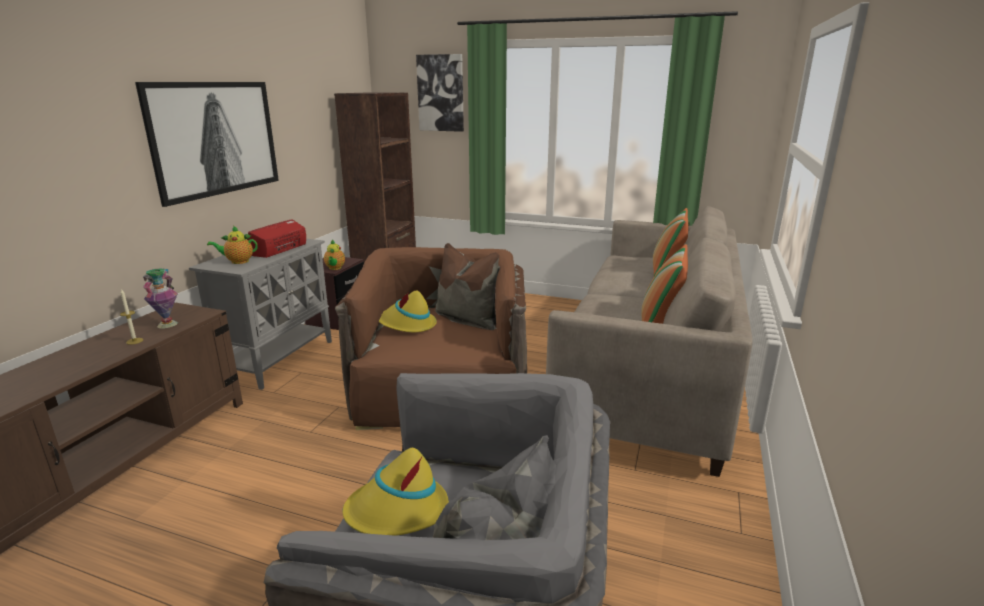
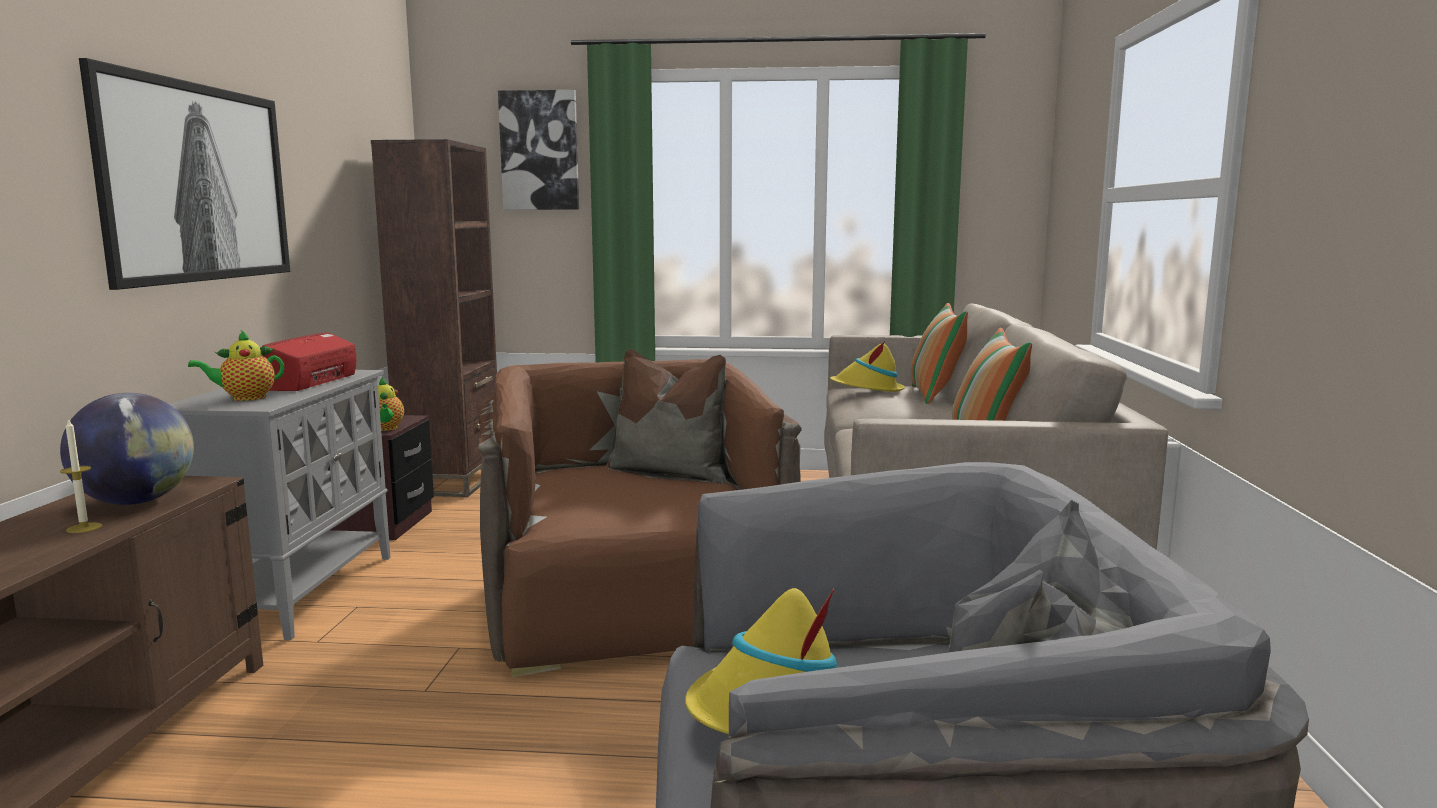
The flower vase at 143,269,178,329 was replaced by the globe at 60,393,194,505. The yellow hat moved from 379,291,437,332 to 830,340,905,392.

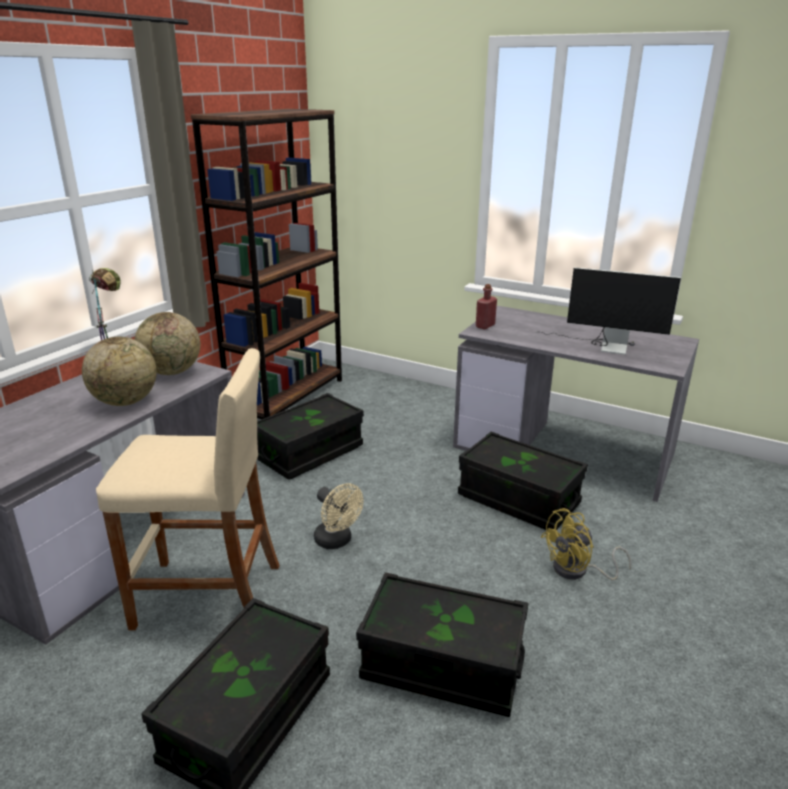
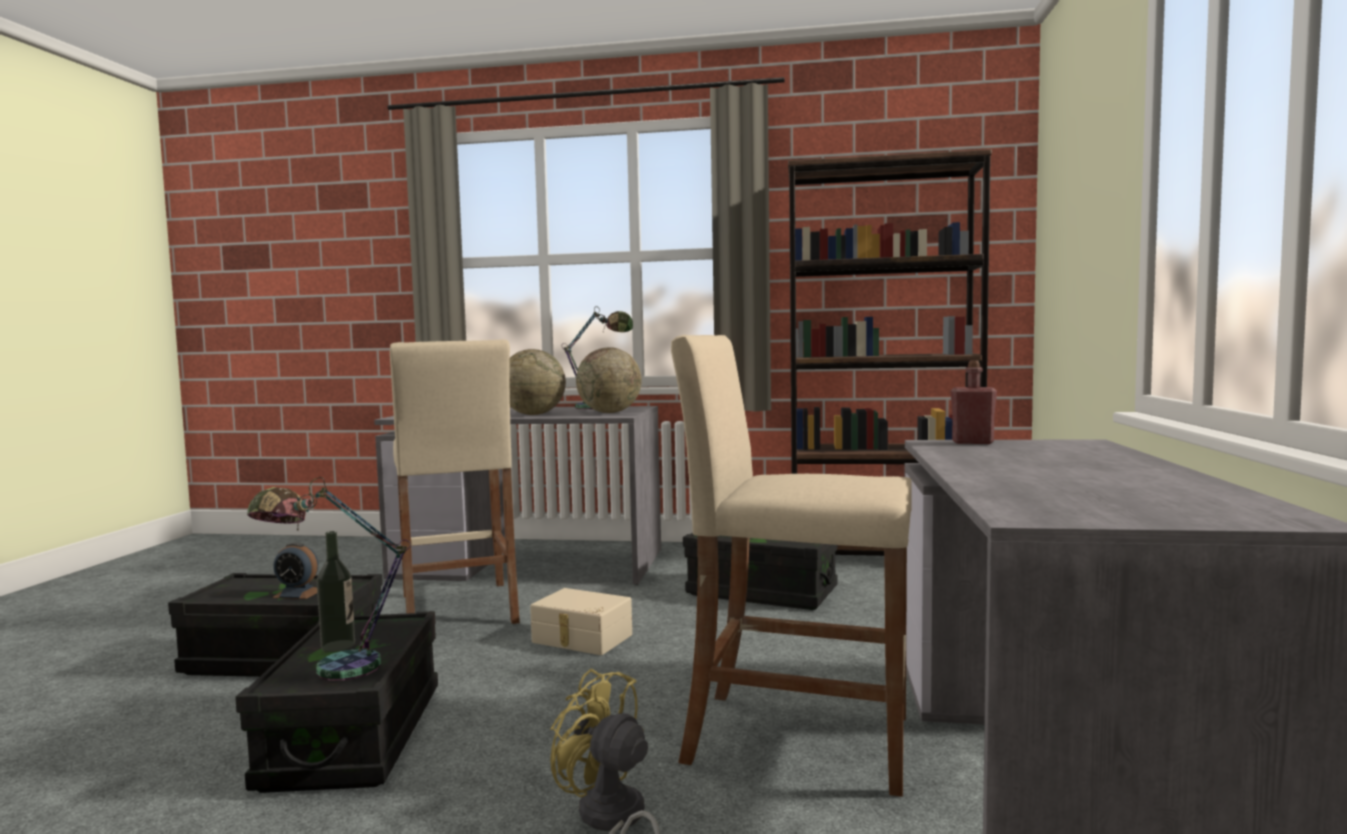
The lamp for a table at 247,477,411,681 appeared. The alarm clock at 272,542,318,599 appeared. The beverage bottle at 317,531,355,652 appeared. The beige fan at 314,483,364,549 was replaced by the beige storage container at 530,588,632,655. The black-coloured storage container at 458,432,588,530 was replaced by the beige stool seat at 671,335,912,797. The computer screen at 534,267,681,355 disappeared.

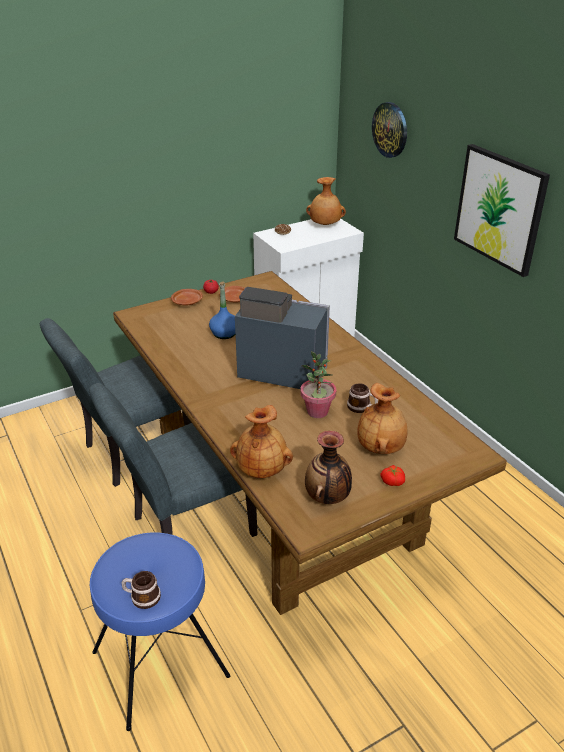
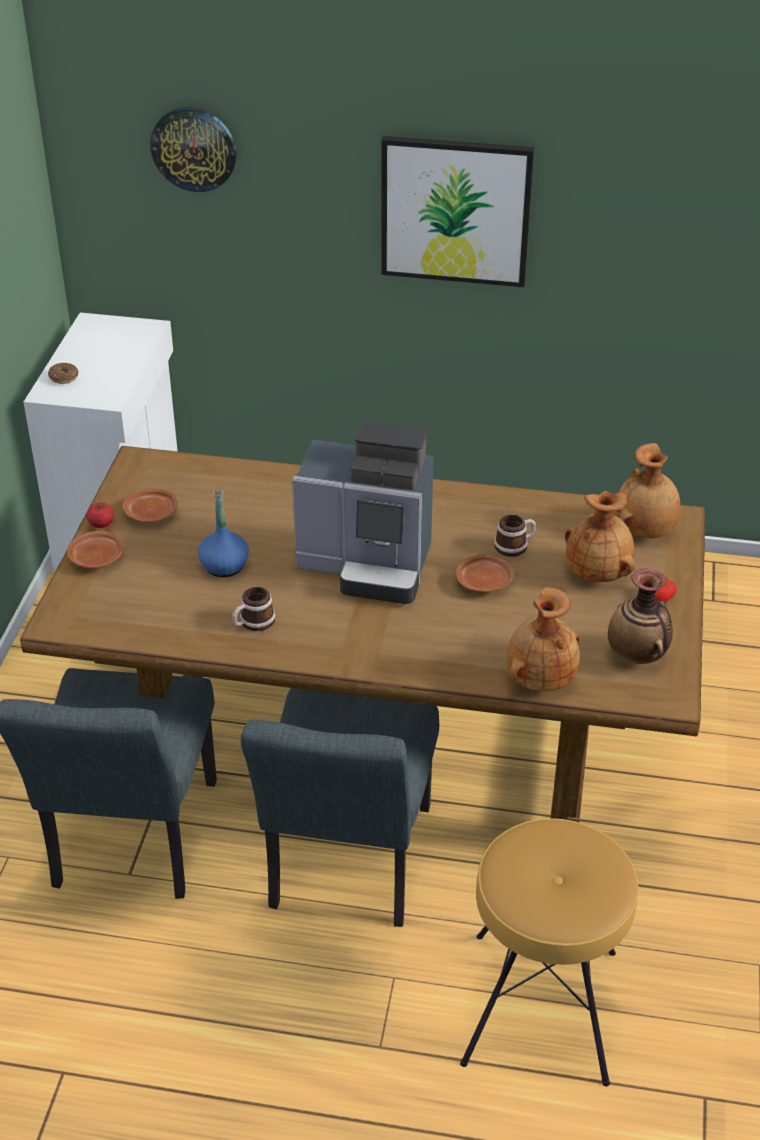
The tea mug moved from 122,571,161,609 to 232,587,275,631. The coffee machine at 235,287,330,389 turned 135 degrees counterclockwise. The houseplant at 300,351,336,418 was replaced by the brownish flat dish at 456,554,514,593. The blue-coloured stool seat at 90,532,230,731 became the brownish stool seat at 460,818,639,1087. The brownish flower vase moved from 306,177,346,225 to 615,443,680,538.

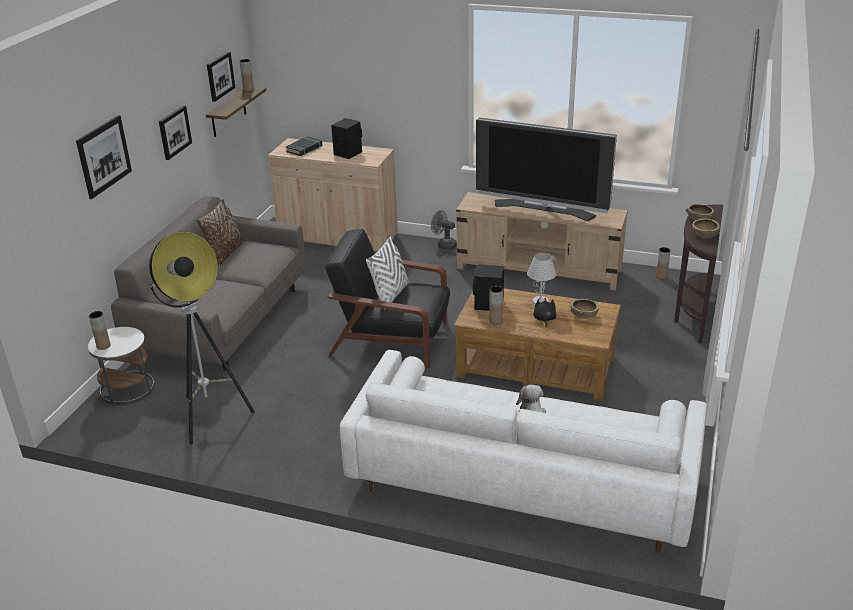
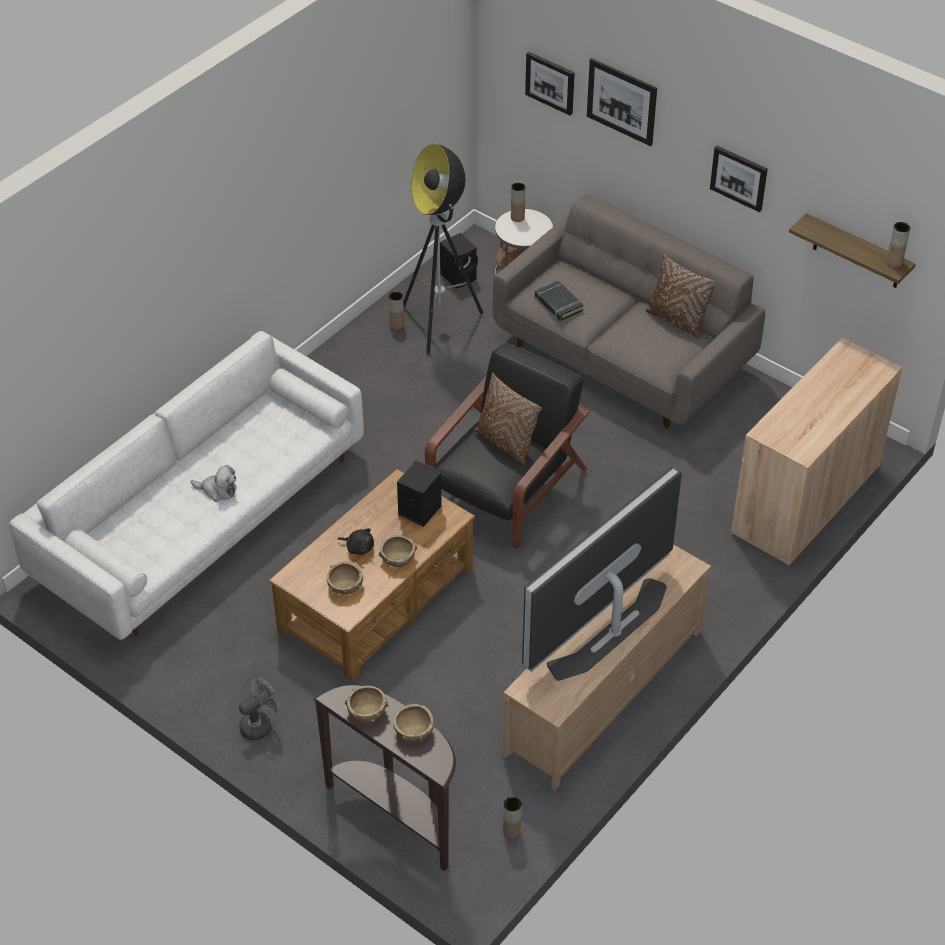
The gray fan moved from 431,210,457,250 to 239,678,280,741. The white-coloured lamp for a table at 527,253,557,305 was replaced by the brownish bowl at 379,535,417,567. The brownish flower vase moved from 489,286,503,324 to 389,291,404,330. The black-coloured speaker moved from 331,118,362,159 to 440,233,478,289. The white-coloured pillow at 366,236,409,310 became the brownish pillow at 474,373,542,464. The picture moved from 207,52,235,102 to 525,52,575,115. The black-coloured volume moved from 286,136,322,156 to 535,280,584,321.

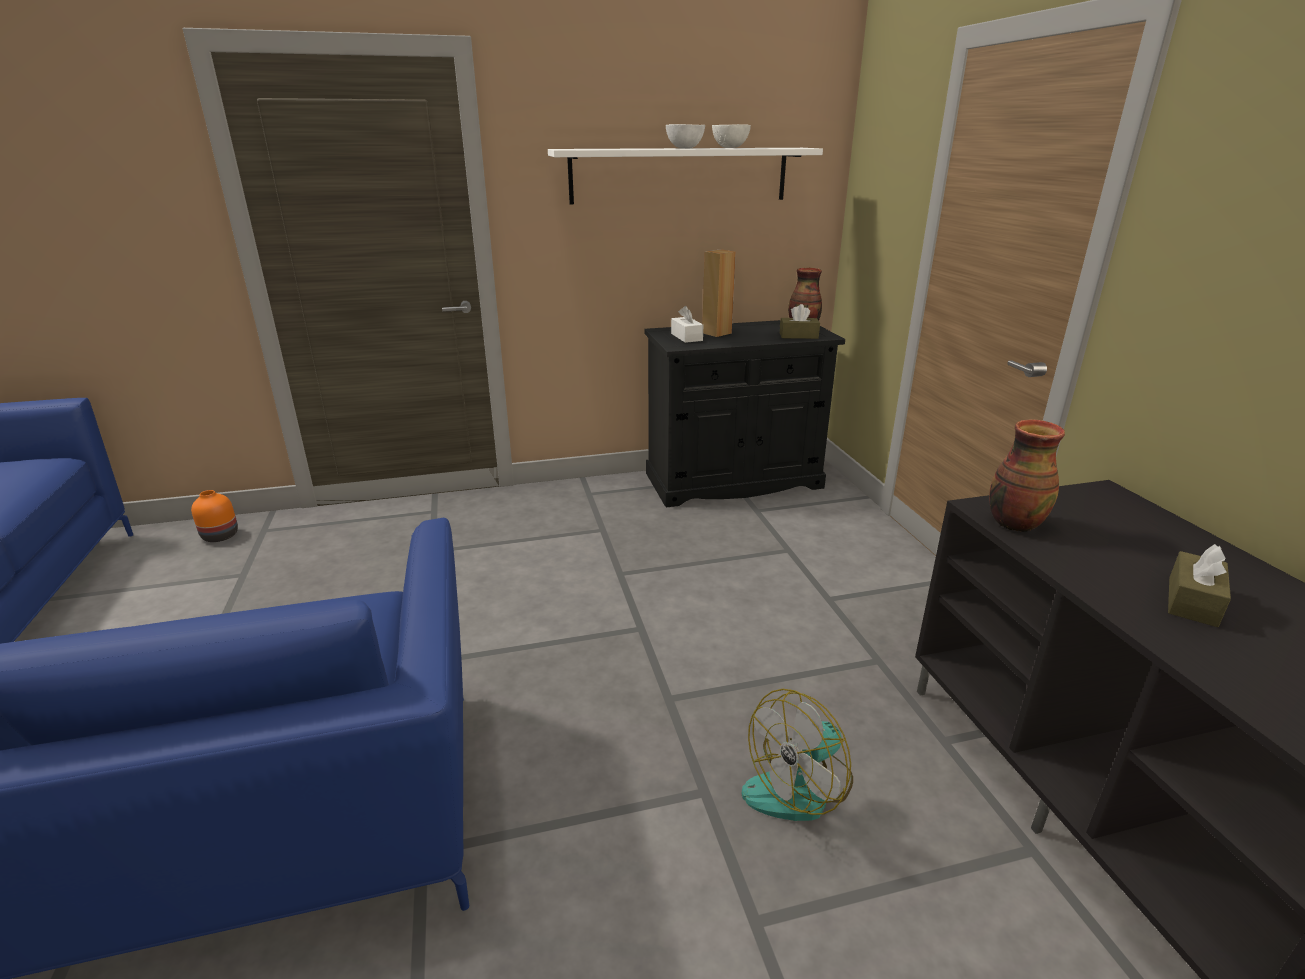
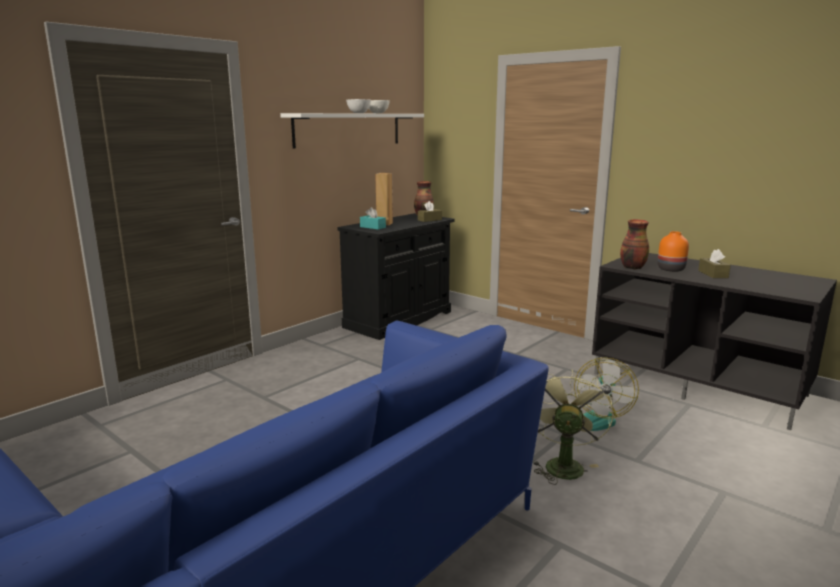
The white-coloured box of tissues at 671,306,703,343 became the blue-green box of tissues at 360,207,386,230. The greenish fan at 532,369,614,485 appeared. The orange-coloured flower vase moved from 191,490,238,542 to 658,231,689,272.

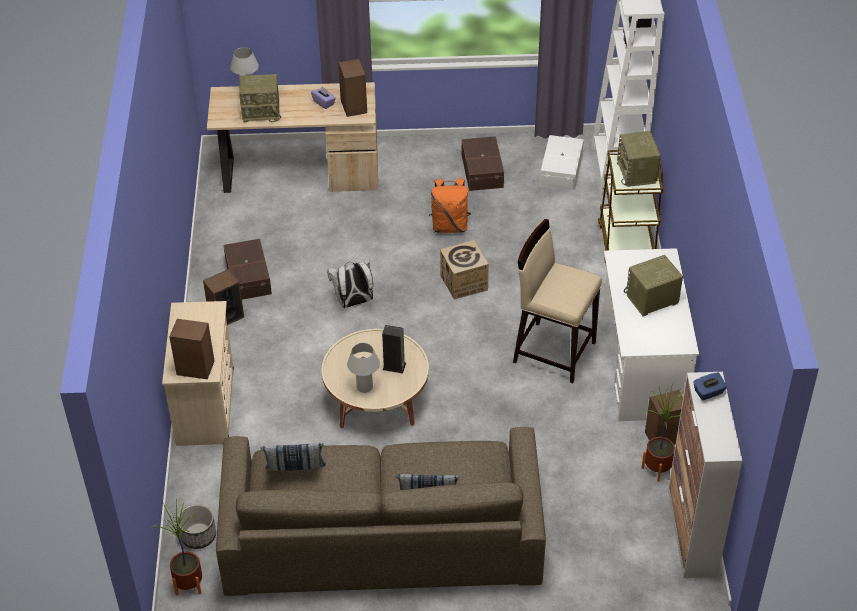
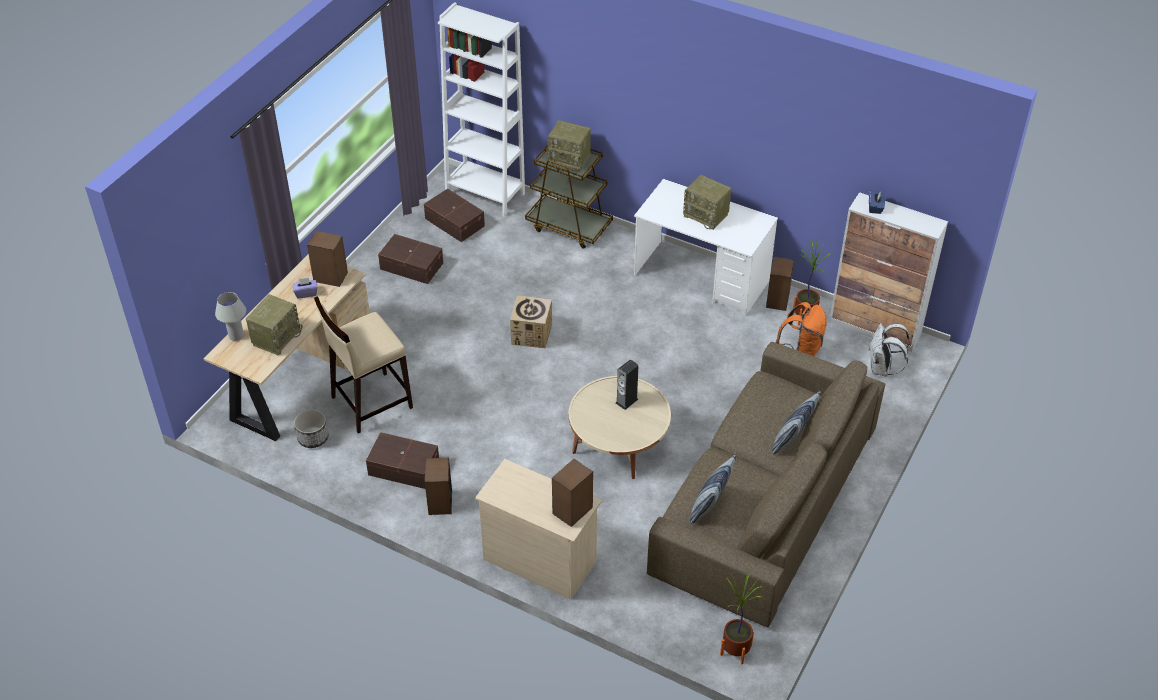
The planter moved from 177,504,216,549 to 294,409,329,448. The beige stool seat moved from 513,219,602,383 to 314,296,413,433. The white-coloured storage container at 540,135,584,191 became the brownish storage container at 424,189,485,242. The radio receiver at 624,255,683,316 turned 60 degrees counterclockwise. The orange-coloured backpack moved from 429,178,471,233 to 776,302,827,356. The white-coloured backpack moved from 327,260,373,308 to 869,323,910,376. The white-coloured lamp for a table at 347,343,380,393 disappeared.

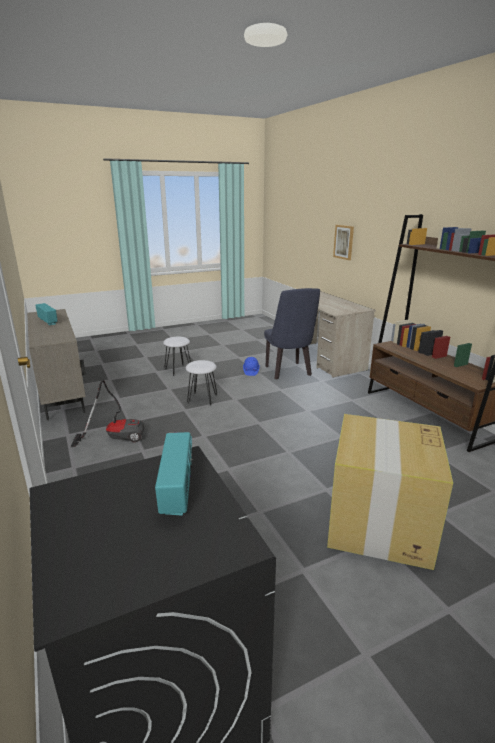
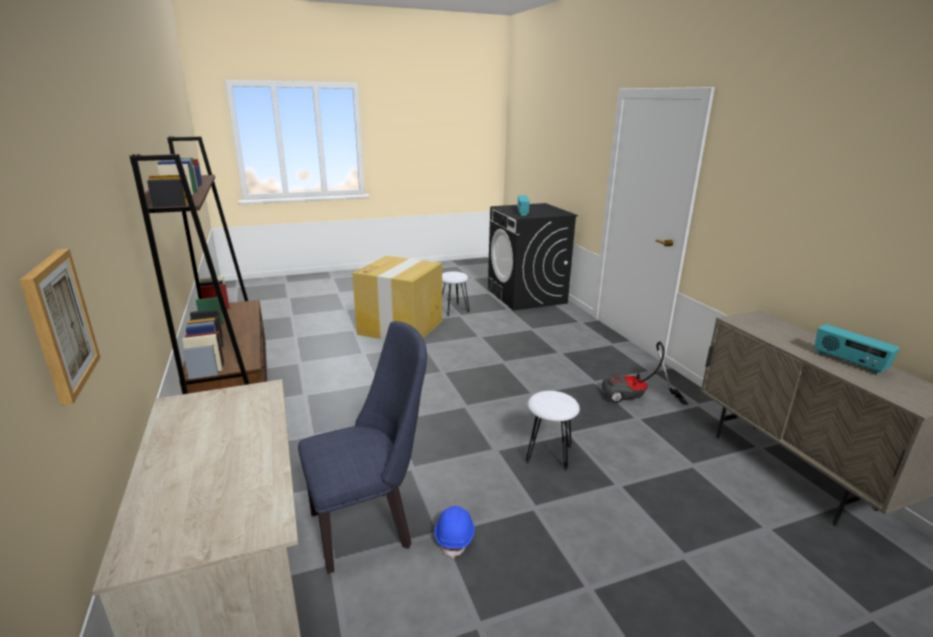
The blue-coloured upright chair at 264,288,320,379 turned 75 degrees clockwise. The white-coloured stool seat moved from 163,337,191,376 to 442,271,469,316.

